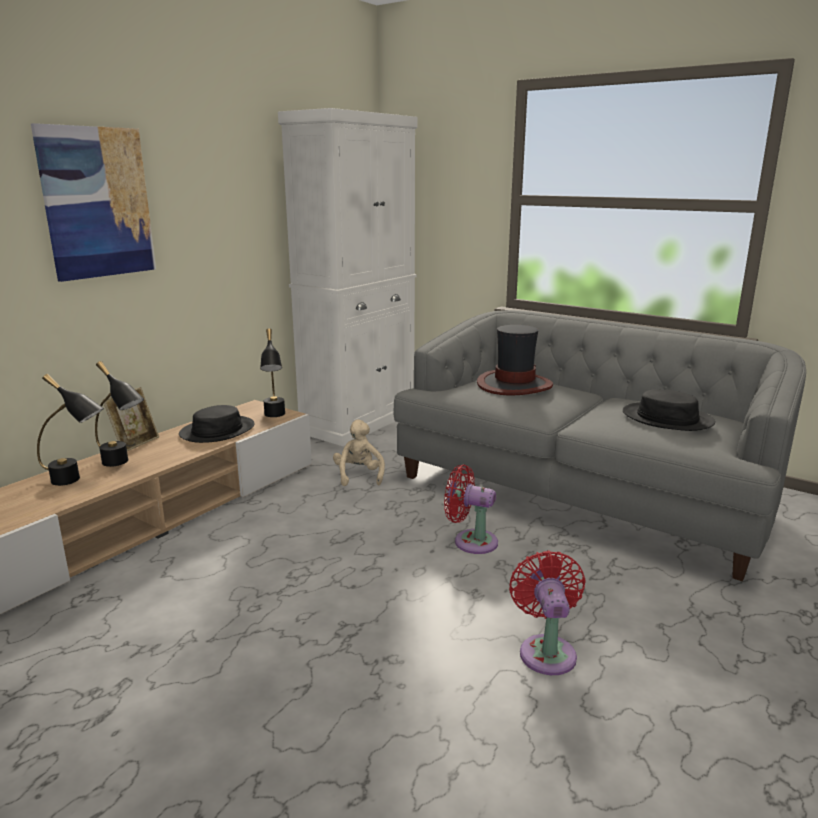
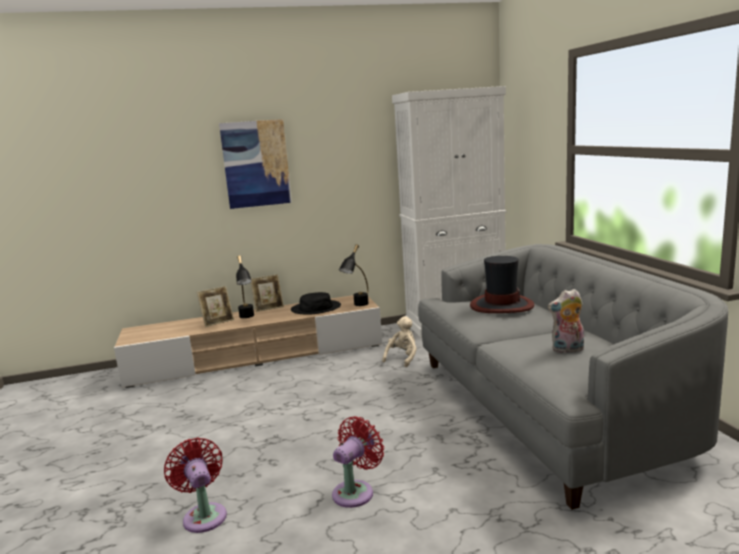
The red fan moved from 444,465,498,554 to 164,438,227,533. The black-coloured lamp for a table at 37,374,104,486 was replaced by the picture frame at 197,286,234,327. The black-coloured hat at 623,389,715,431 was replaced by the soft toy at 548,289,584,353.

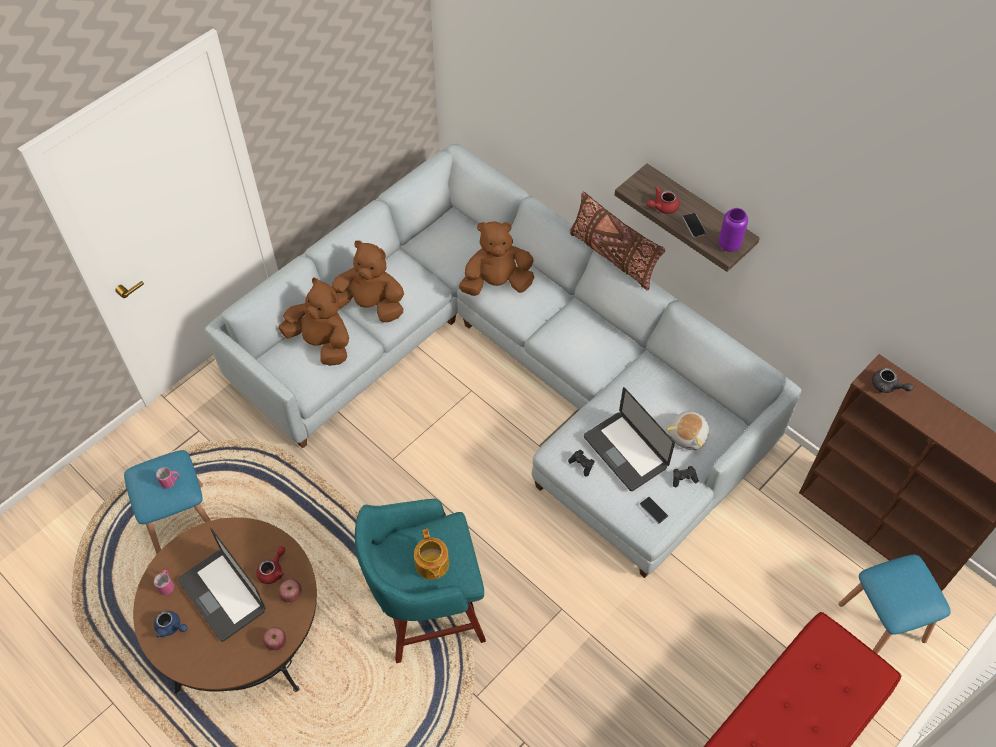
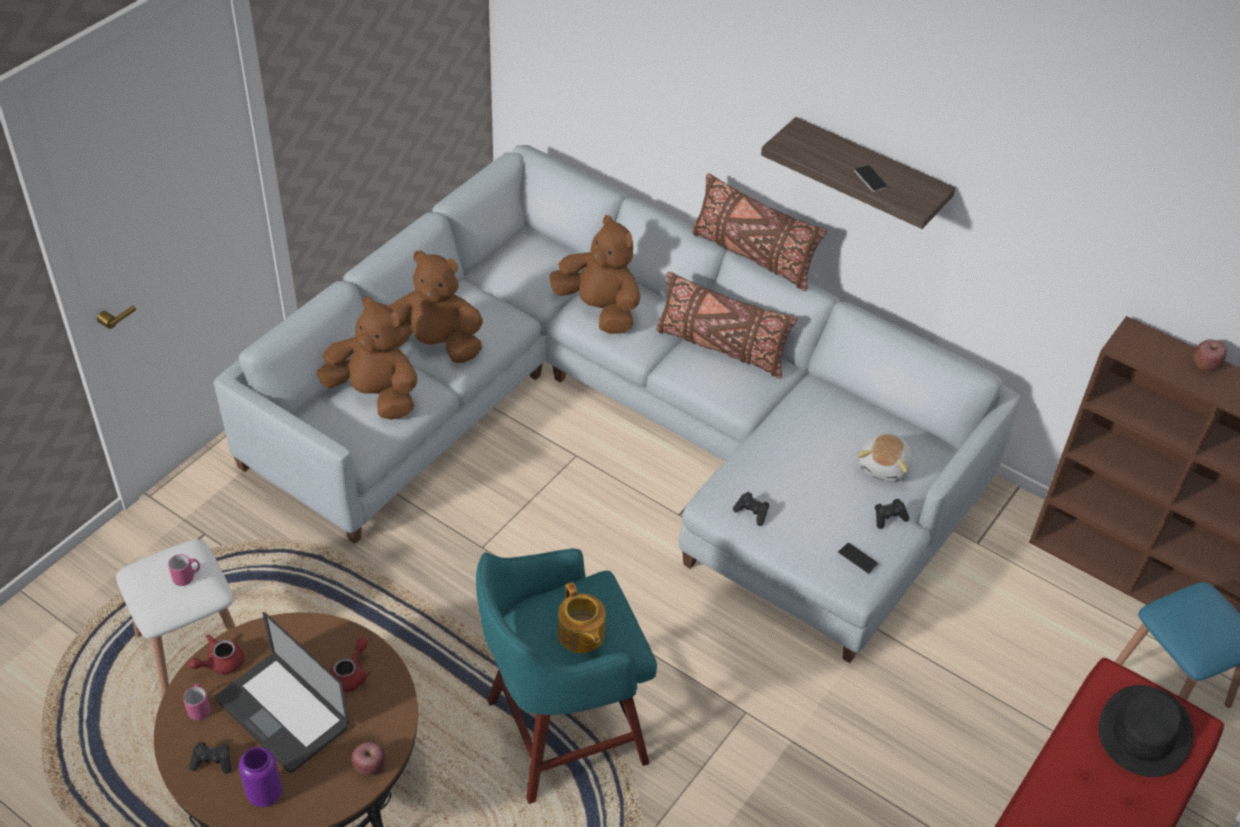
The blue-coloured stool seat at 124,450,211,554 became the white-coloured stool seat at 116,539,235,696. The red teapot moved from 647,186,680,214 to 189,634,244,674. The blue-coloured teapot at 154,611,188,638 was replaced by the black-coloured game controller at 189,742,231,774. The purple flower vase moved from 718,208,748,252 to 239,747,282,807. The brownish soft toy at 459,221,534,296 turned 60 degrees clockwise. The brownish pillow at 656,272,797,378 appeared. The black-coloured hat at 1099,685,1194,777 appeared. The whole apple moved from 278,579,302,602 to 1194,340,1227,371. The laptop at 584,387,675,491 disappeared. The gray teapot at 872,368,913,393 disappeared.

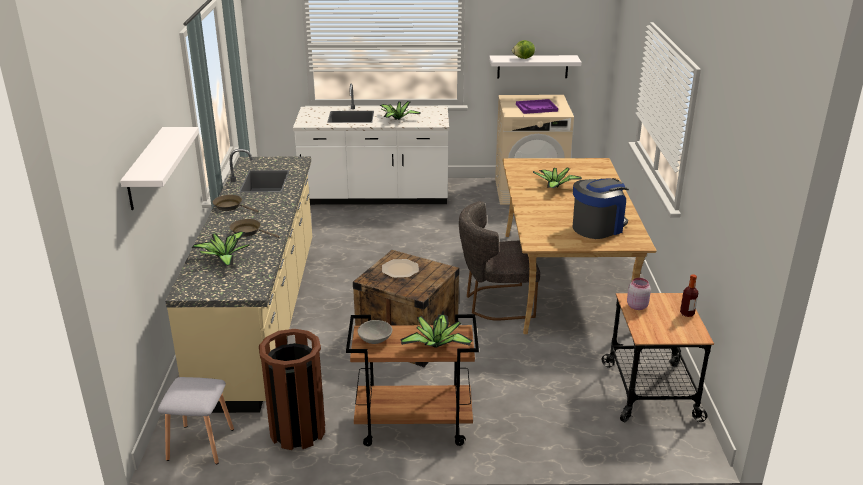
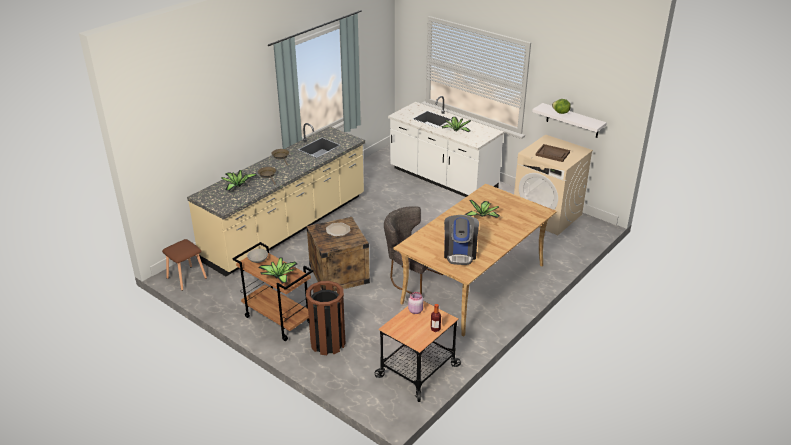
The gray stool seat at 158,377,234,464 became the brownish stool seat at 162,239,207,291. The brownish trash can moved from 259,329,325,450 to 306,281,345,355. The coffee machine at 573,178,629,239 turned 90 degrees clockwise. The purple serving tray at 516,99,558,114 became the brownish serving tray at 535,144,570,162. The white-coloured bracket shelf at 120,127,199,210 disappeared.

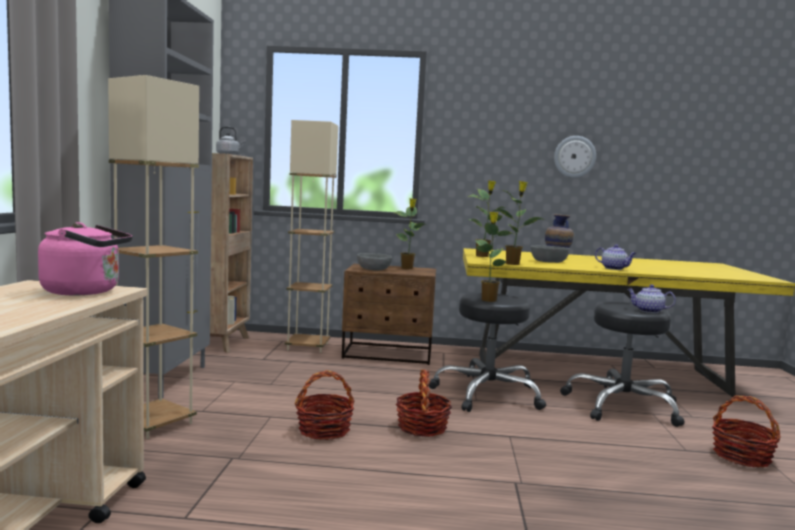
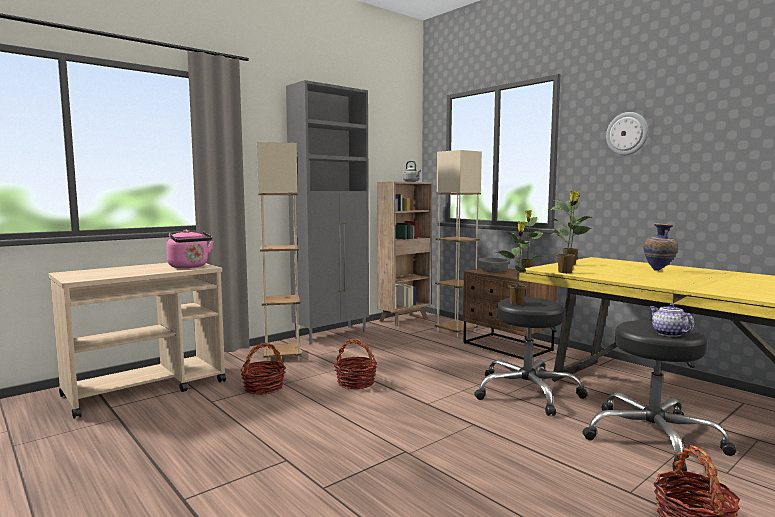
The storage basket moved from 396,370,452,437 to 240,343,286,395. The wall clock moved from 554,136,596,178 to 606,112,648,155. The gray bowl at 531,245,570,263 disappeared. The teapot at 595,244,637,270 disappeared.

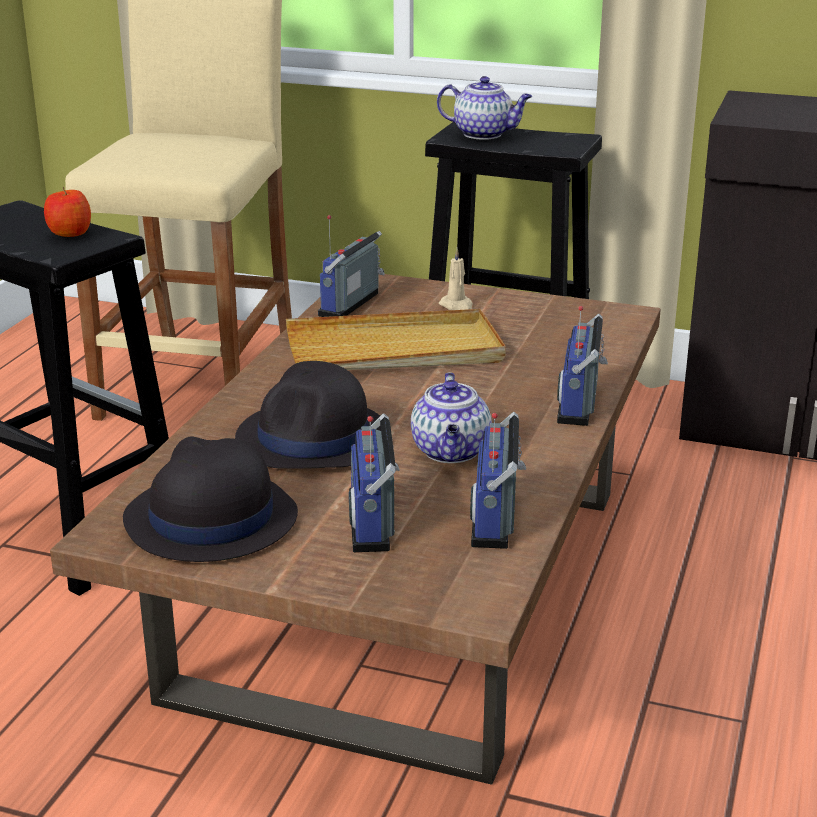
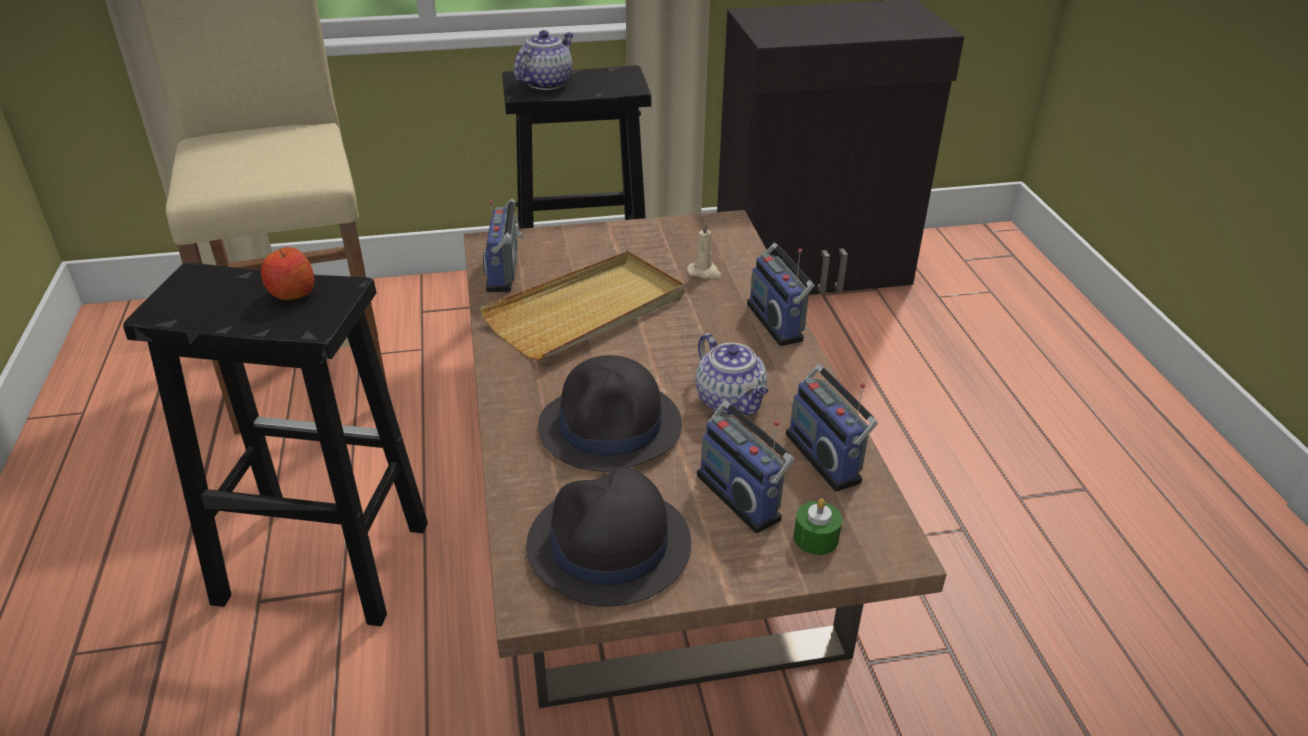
The teapot at 437,76,532,140 turned 45 degrees counterclockwise. The beige candle moved from 439,247,473,310 to 687,221,722,279. The greenish candle at 794,499,842,555 appeared.

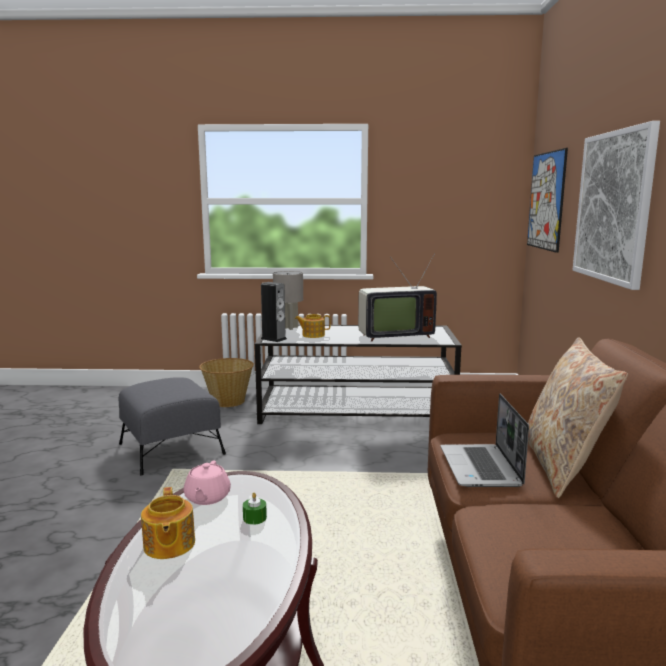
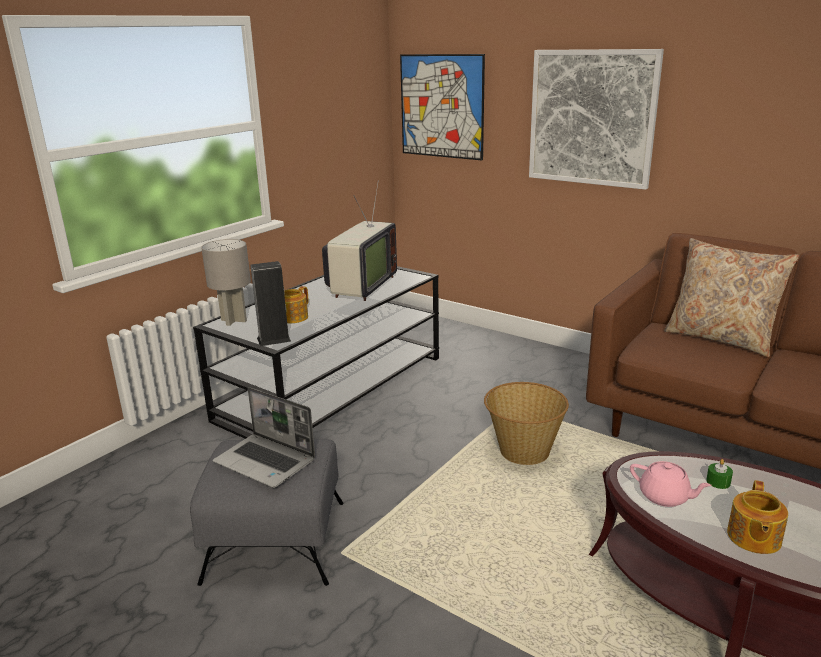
The laptop moved from 440,394,529,487 to 213,387,315,488. The storage basket moved from 199,358,254,407 to 484,382,569,465. The teapot at 141,487,195,559 turned 90 degrees clockwise.

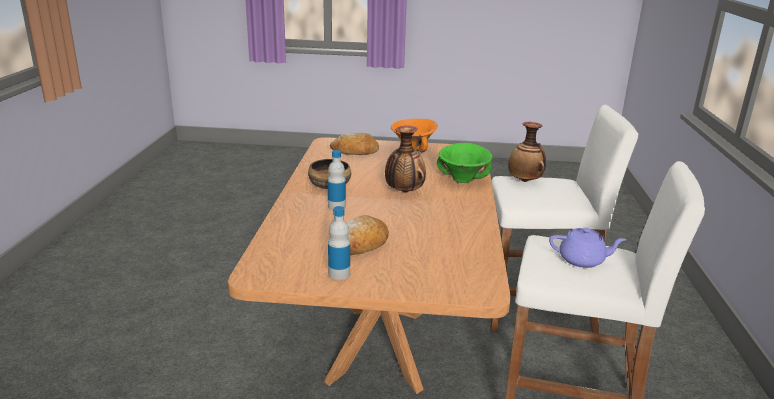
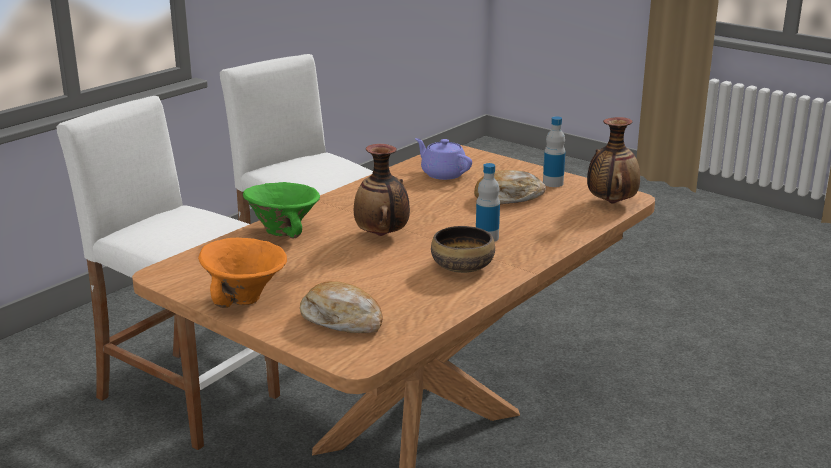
The purple teapot moved from 549,227,626,268 to 415,138,472,180. The flower vase moved from 508,122,546,182 to 587,117,640,203.

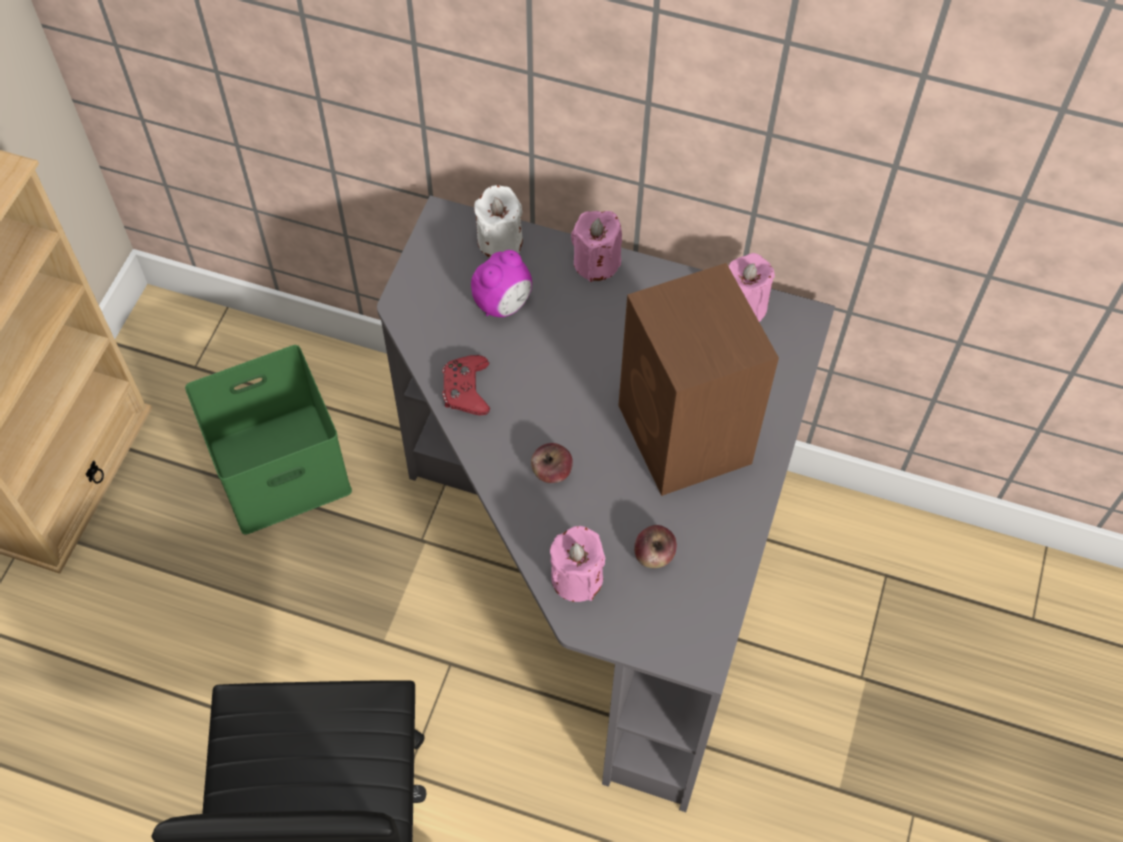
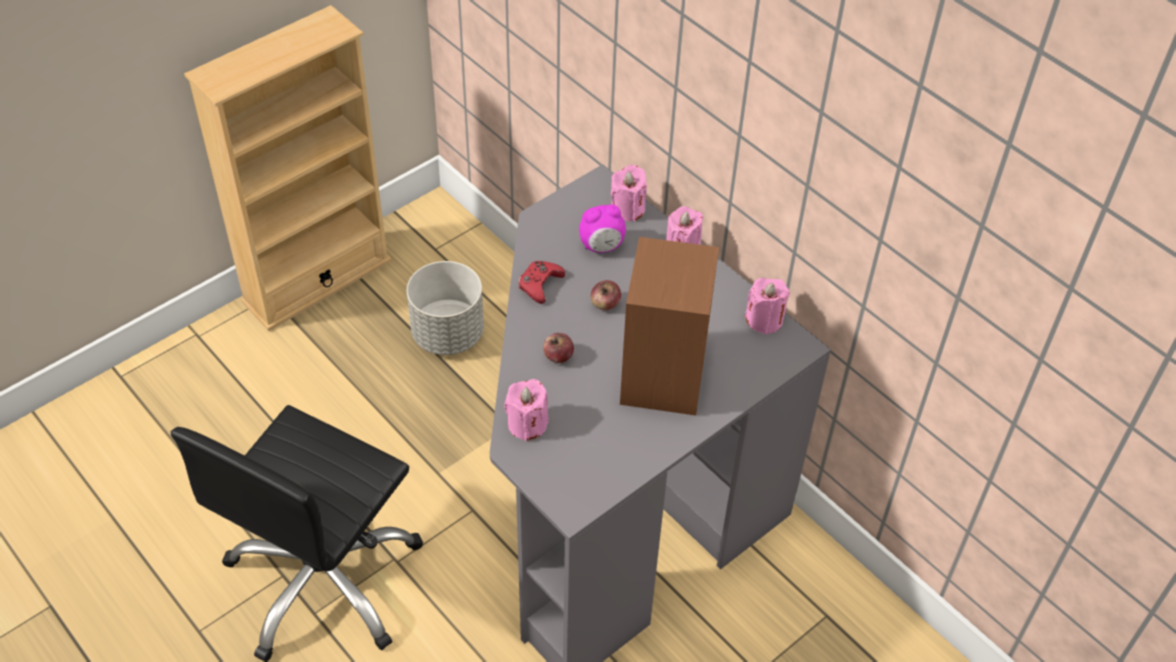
The greenish storage container at 185,345,352,535 was replaced by the gray planter at 407,261,484,355. The whole apple moved from 634,525,677,568 to 591,280,621,310. The white-coloured candle at 474,185,523,257 became the pink-coloured candle at 611,165,647,222.

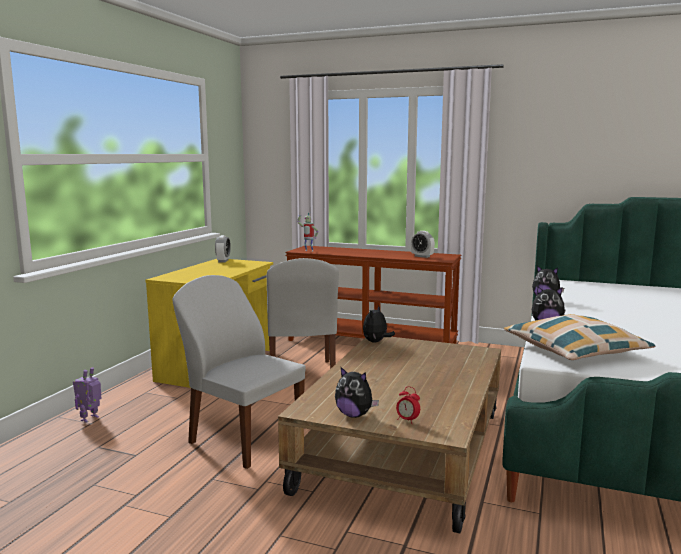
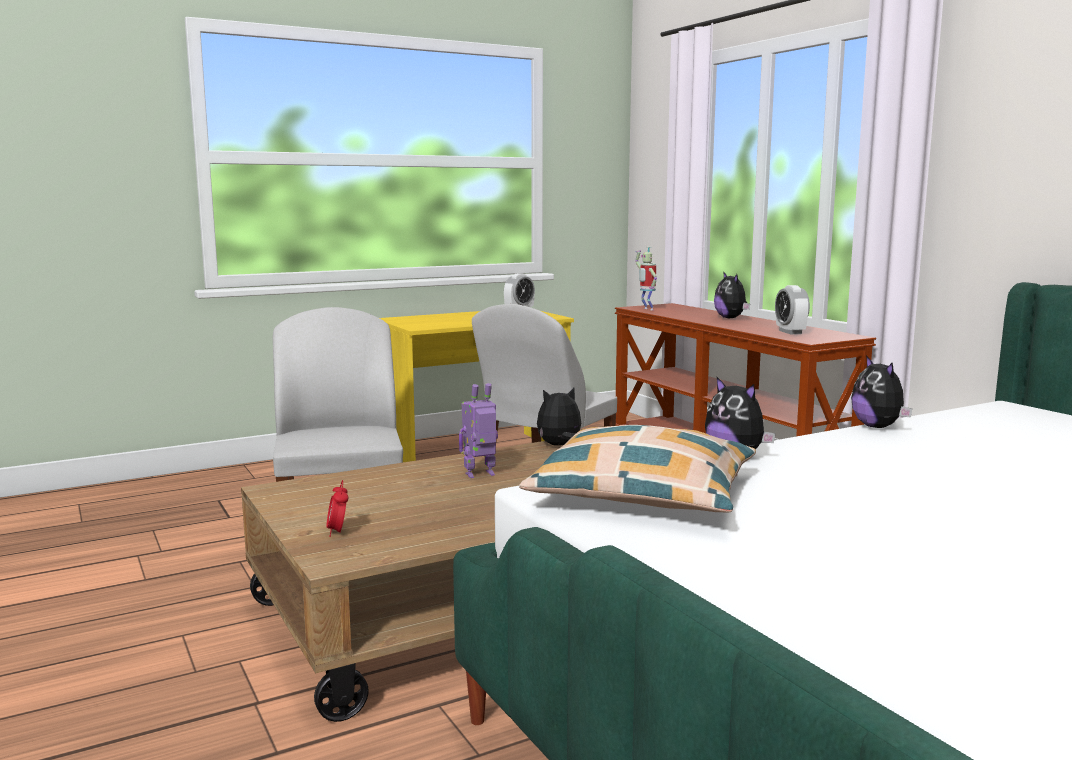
The robot figure moved from 73,367,102,422 to 459,383,498,478. The soft toy moved from 335,367,379,418 to 714,271,750,318.

